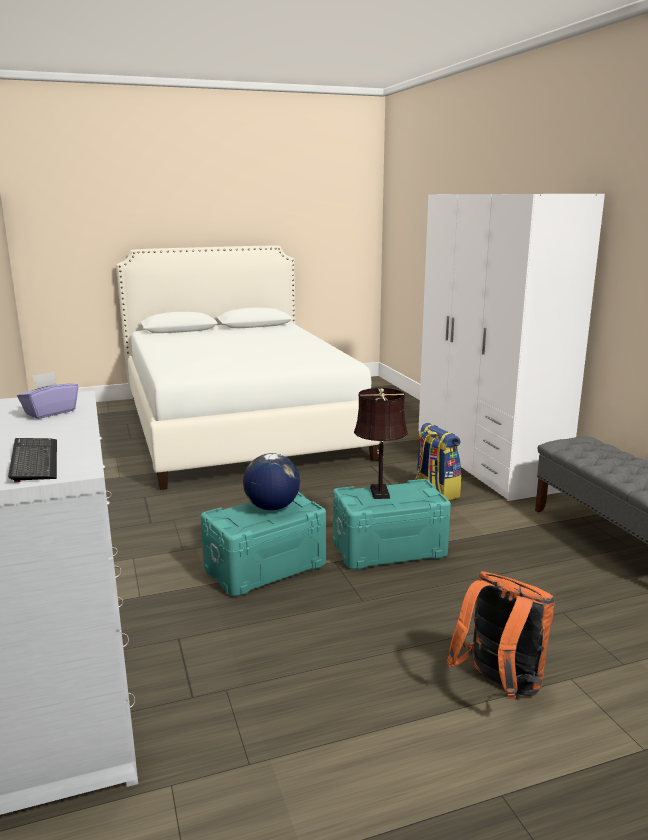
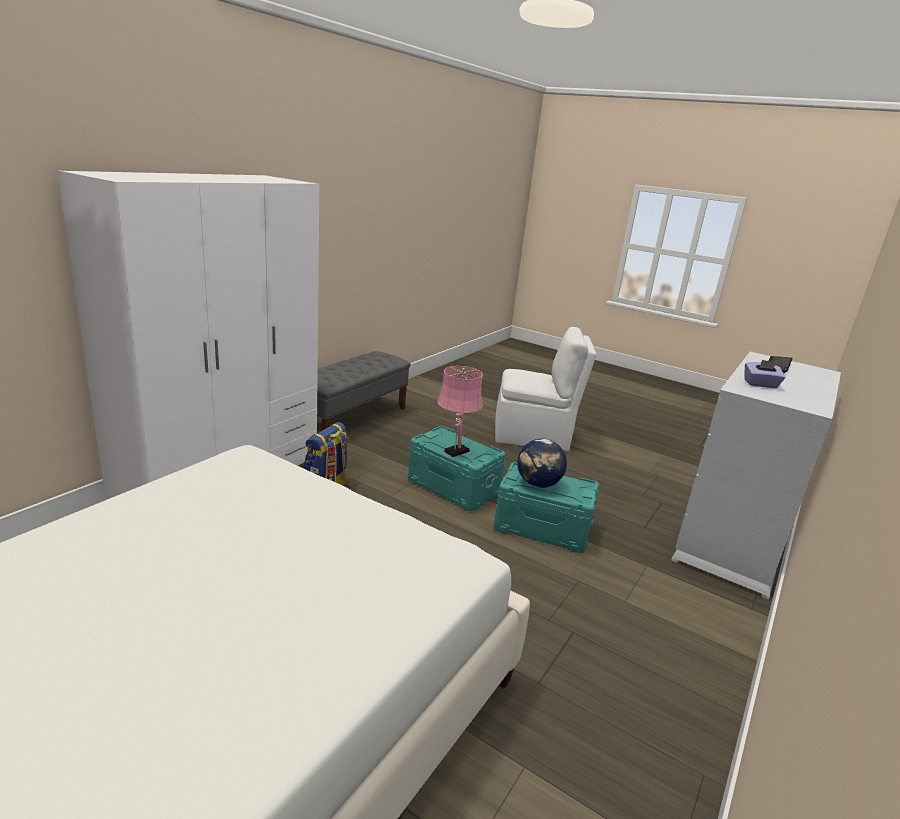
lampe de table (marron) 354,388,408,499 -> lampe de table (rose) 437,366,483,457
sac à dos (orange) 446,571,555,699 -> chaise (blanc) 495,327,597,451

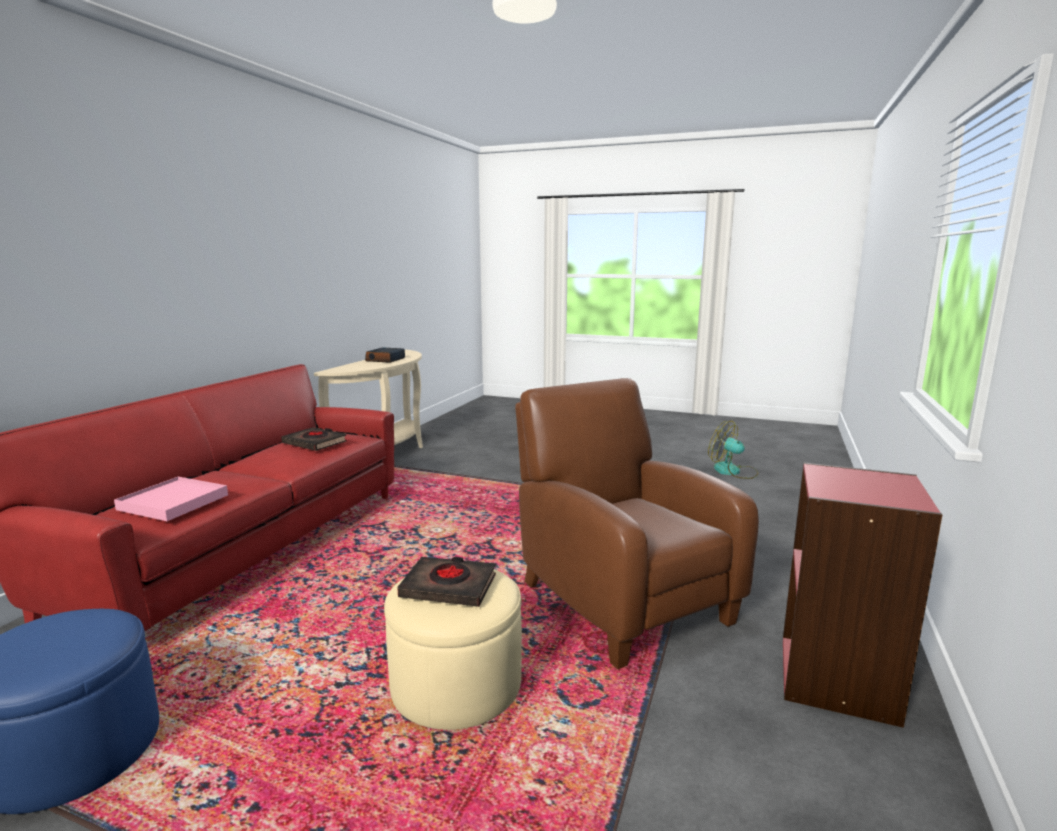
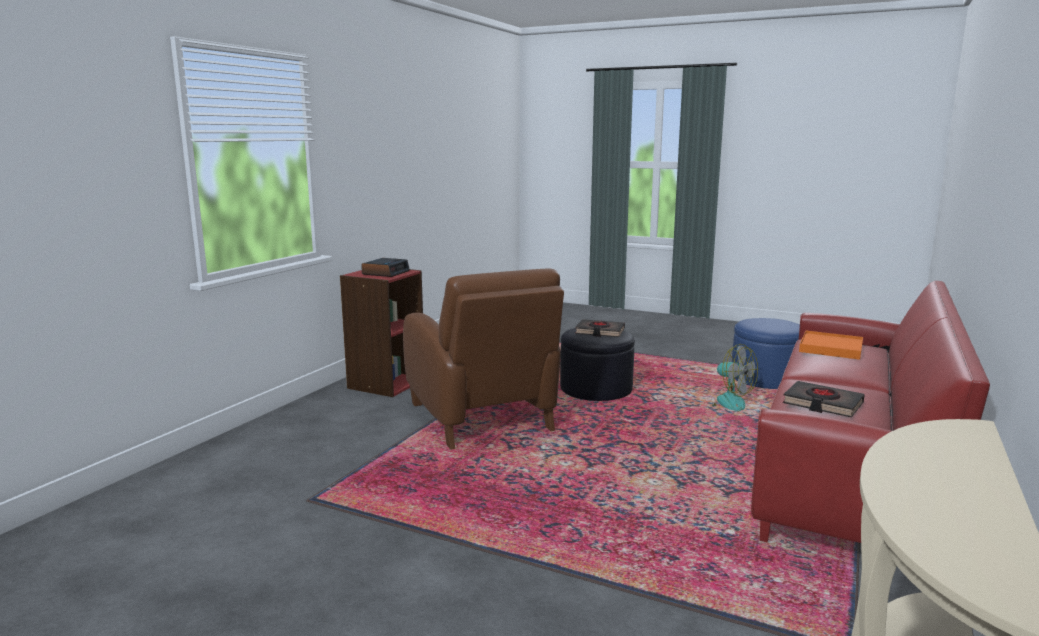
réveil 365,347,405,363 -> réveil 361,258,410,277, relocated
pouf (beige) 384,569,522,730 -> pouf (noir) 560,328,635,401
ventilateur 708,421,758,479 -> ventilateur 699,344,758,411, relocated
plateau (rose) 114,477,228,521 -> plateau (orange) 799,331,863,360

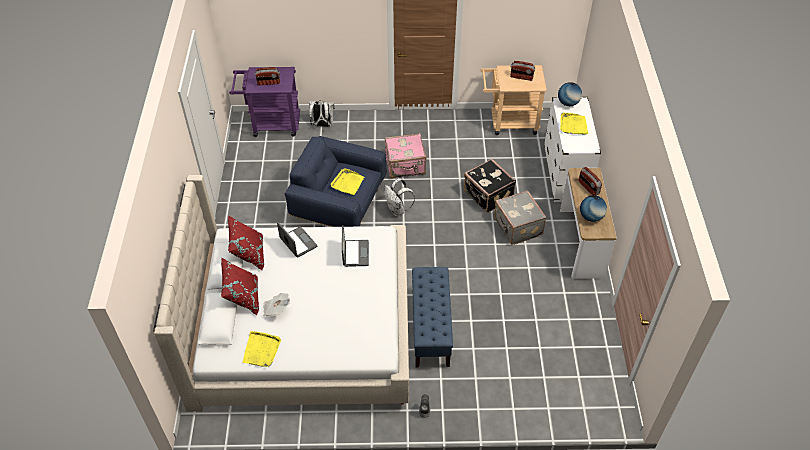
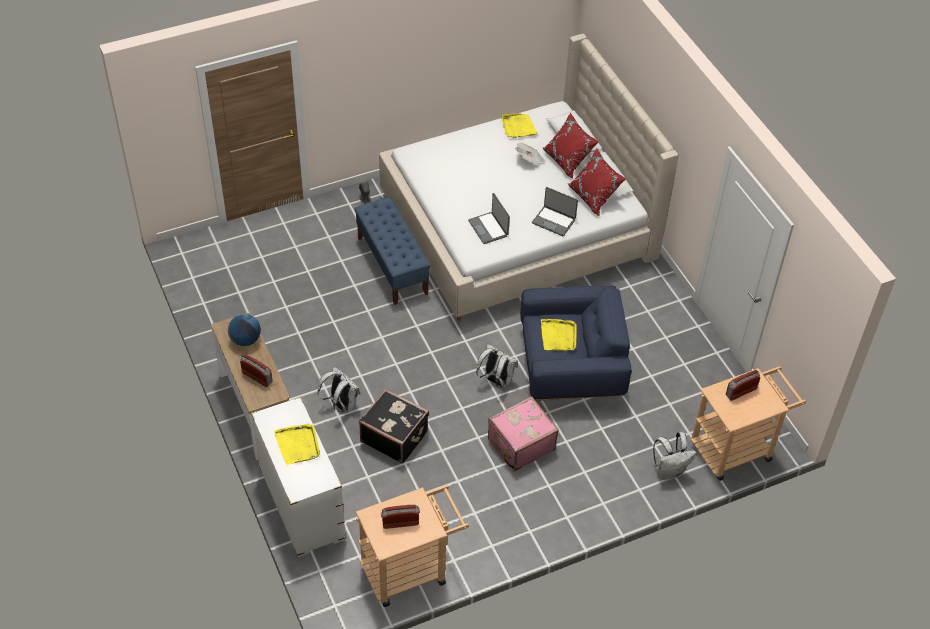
valise (gris) 494,190,546,245 -> sac à dos (blanc) 318,367,360,413
chariot (violet) 229,67,300,137 -> chariot (beige) 691,366,806,481
globe 558,82,582,106 -> none

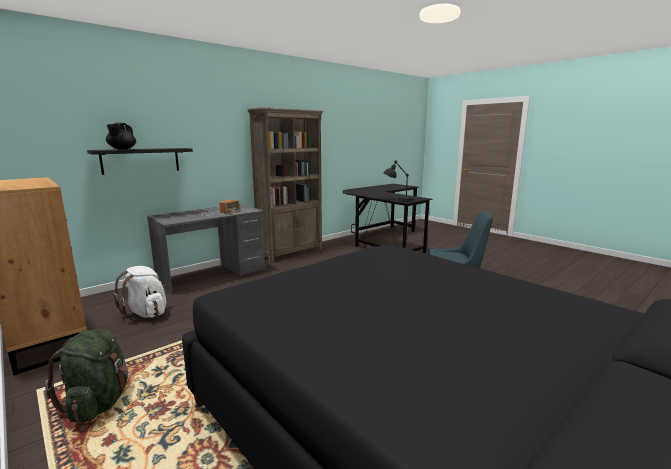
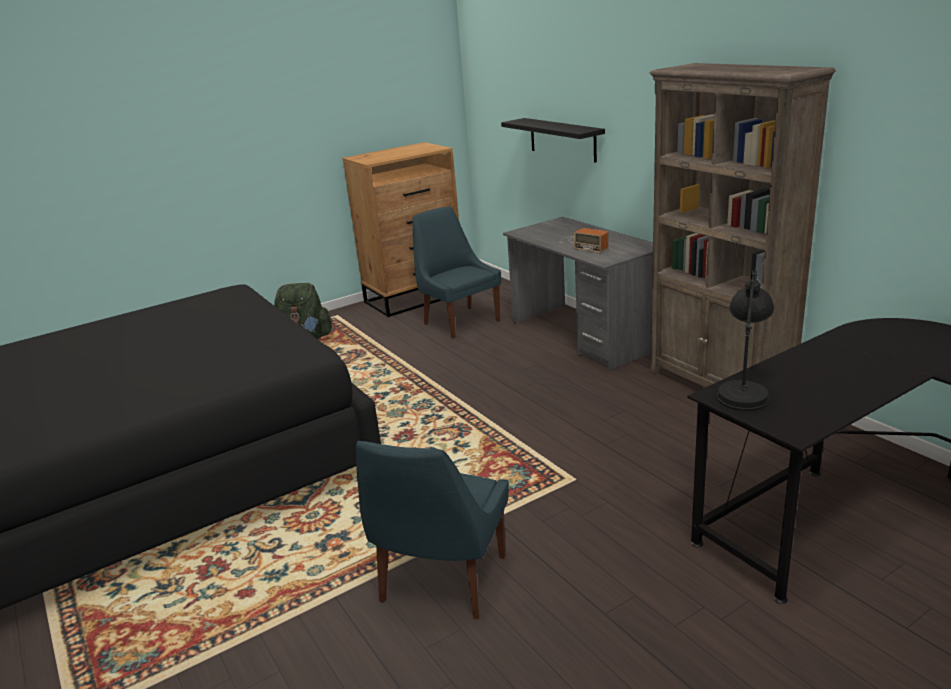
sac à dos (blanc) 114,266,166,321 -> chaise (bleu) 412,206,501,339
théière (noir) 106,123,136,149 -> none

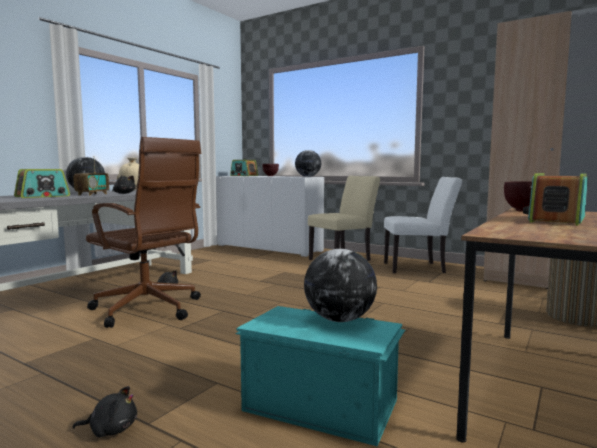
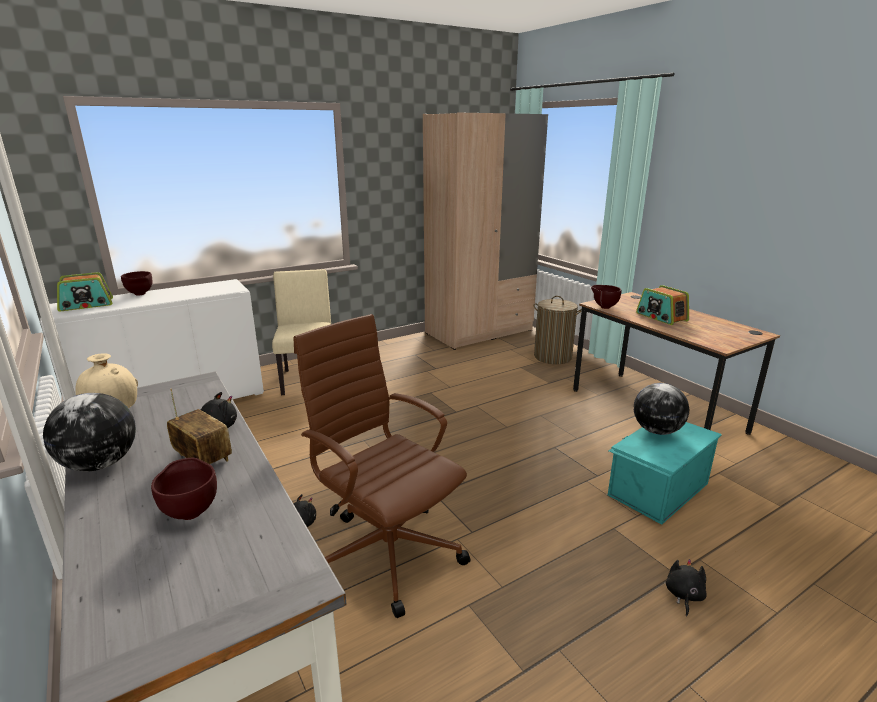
radio 14,169,70,198 -> bol (marron) 151,458,217,520
chaise de bureau (marron) 86,137,201,328 -> chaise de bureau (marron) 293,314,470,618, 105 degrees counterclockwise
globe 295,150,321,177 -> none
chaise (blanc) 384,177,462,273 -> none

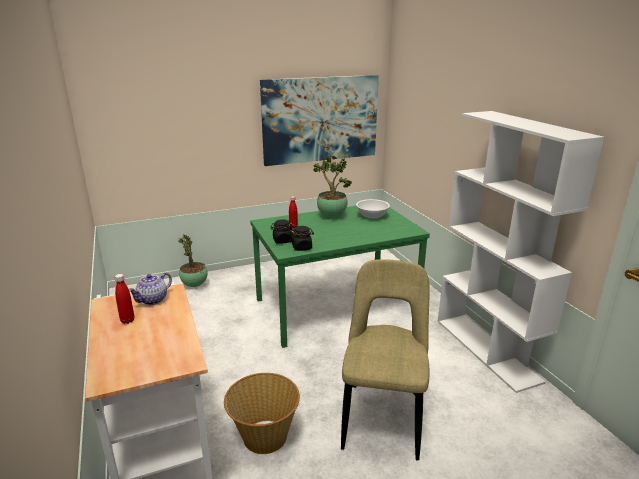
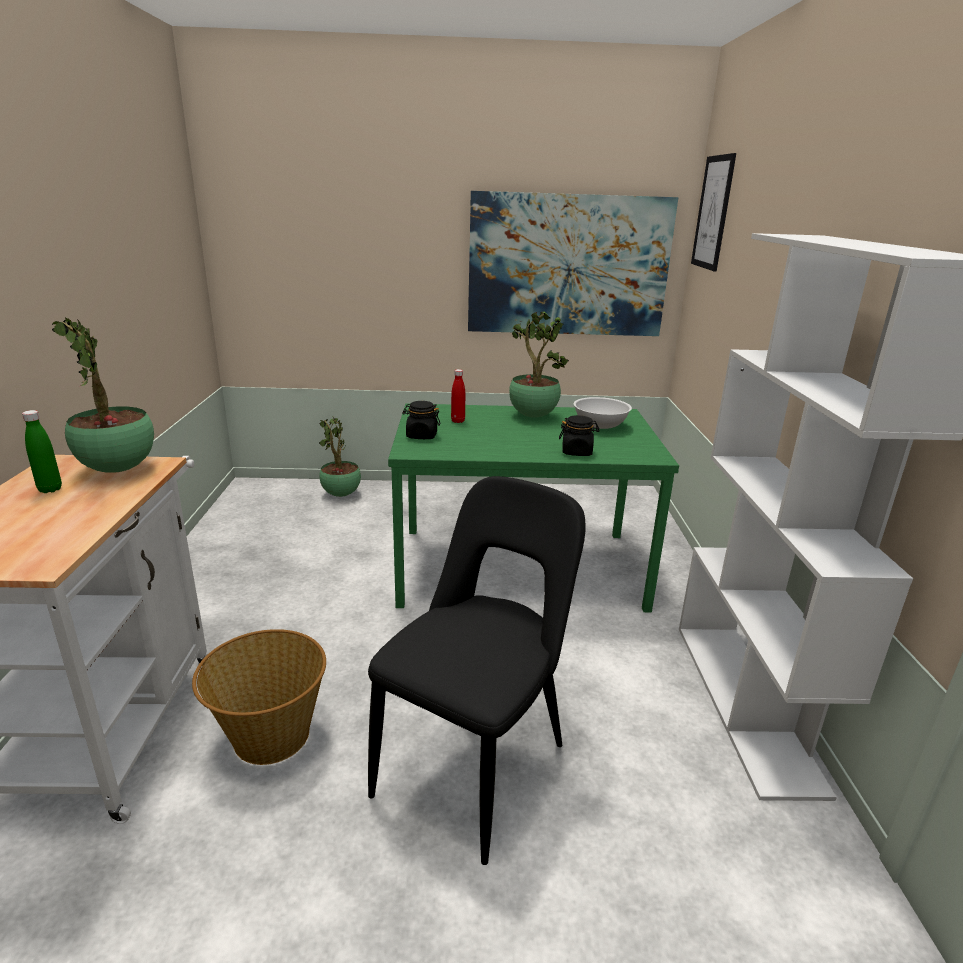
bouteille (rouge) 115,274,134,324 -> bouteille (vert) 22,410,62,493
théière 129,272,172,305 -> plante en pot 52,318,154,473
chaise (beige) 341,259,430,461 -> chaise (noir) 368,476,586,865
bocal (noir) 290,226,314,251 -> bocal (noir) 559,415,600,456, relocated
none -> tableau 691,153,736,272

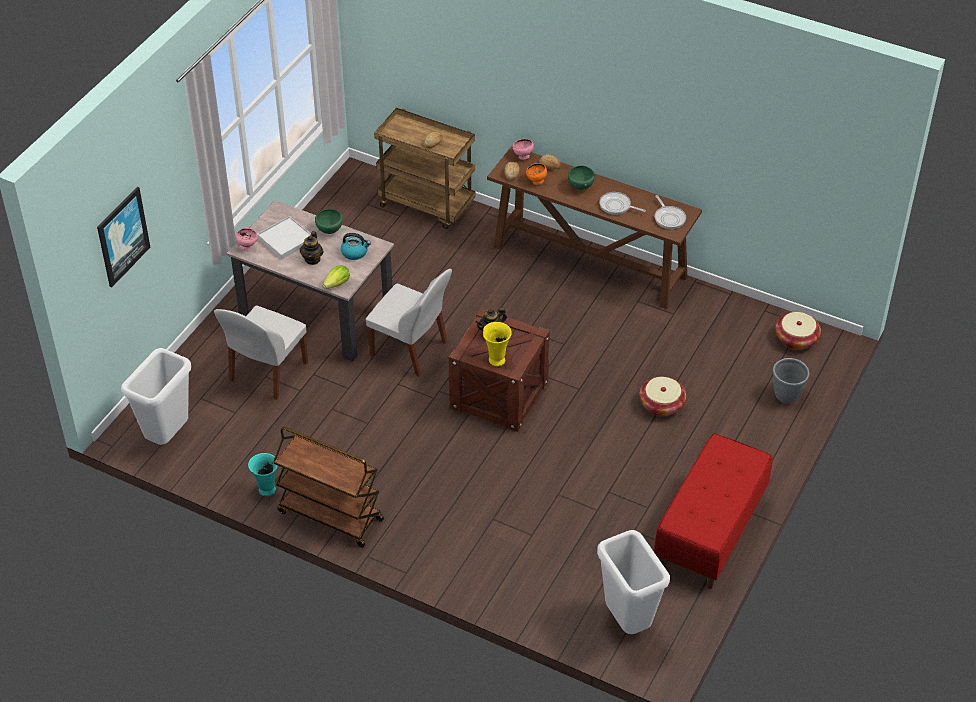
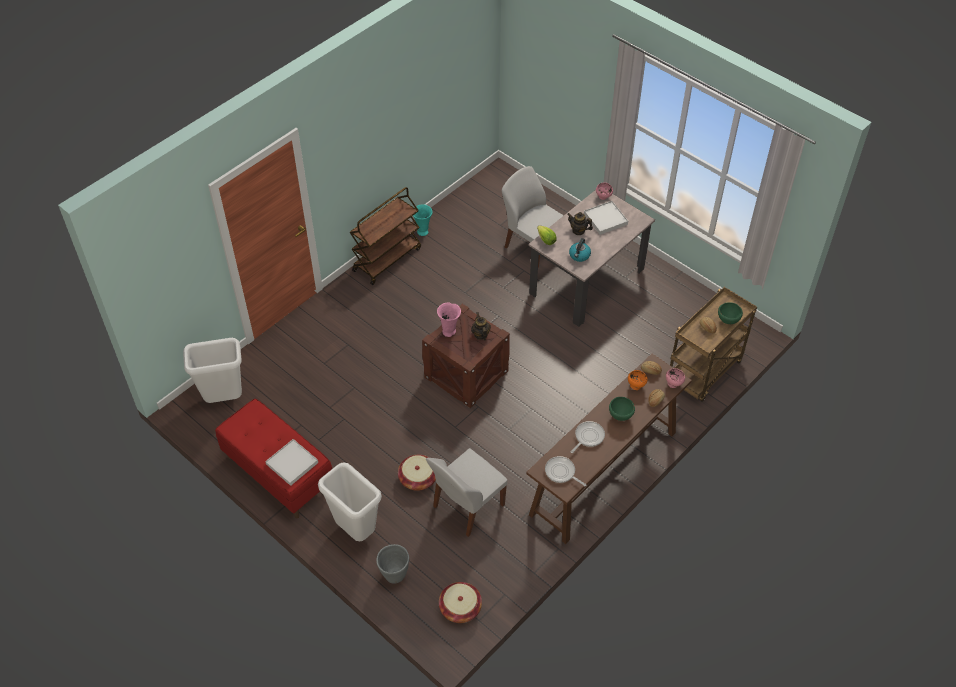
none -> plateau (blanc) 265,439,318,486
poubelle (blanc) 121,348,191,445 -> poubelle (blanc) 318,462,382,541, relocated
chaise (blanc) 366,269,452,377 -> chaise (blanc) 426,448,507,537, relocated
vase (jaune) 483,322,512,366 -> vase (rose) 437,302,461,337
poêle 655,195,686,229 -> poêle 545,456,586,486, 45 degrees clockwise
bol (vert) 315,209,343,234 -> bol (vert) 718,302,743,324, relocated
tableau 97,187,150,288 -> none

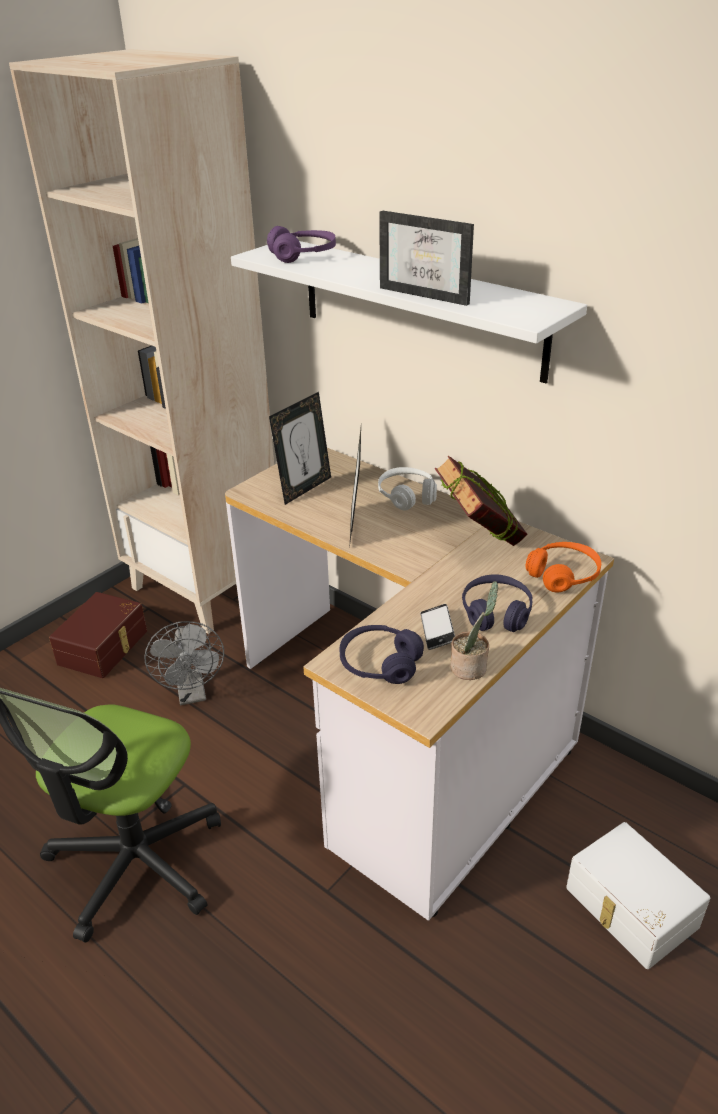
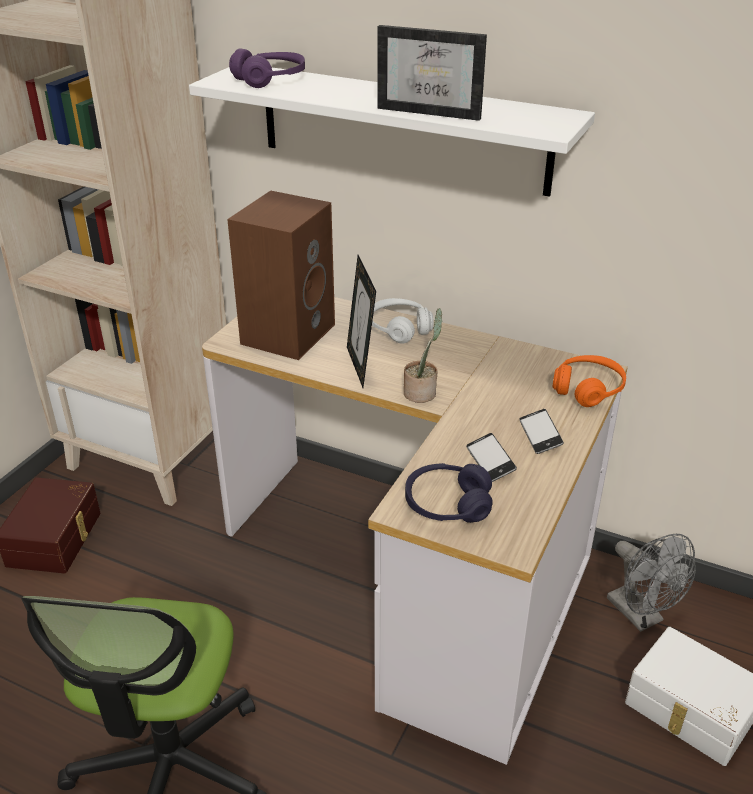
cadre photo 269,392,331,505 -> enceinte (marron) 227,191,335,360
plante en pot 450,581,498,680 -> plante en pot 404,308,442,403, relocated
casque audio (violet) 462,574,532,632 -> téléphone 519,409,564,454
ventilateur (gris) 144,621,224,705 -> ventilateur (gris) 607,534,696,632, relocated
livre 435,456,527,546 -> none

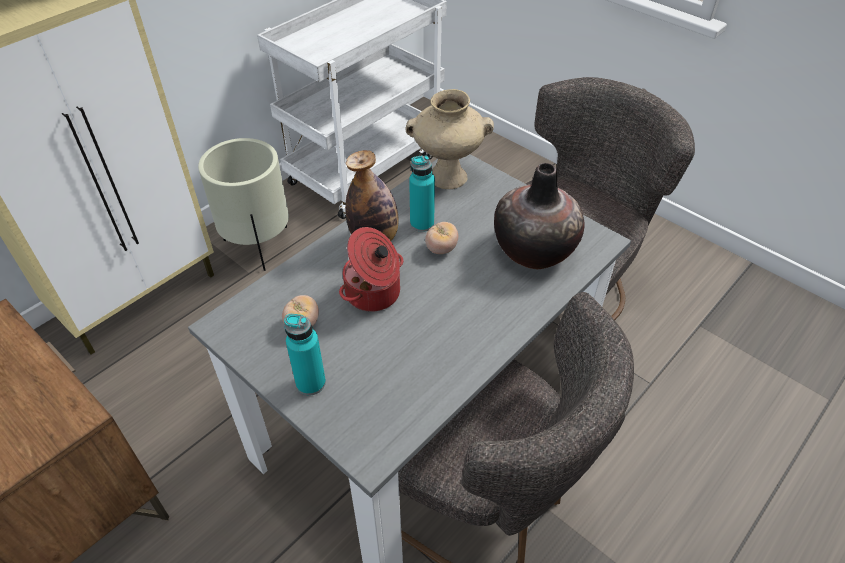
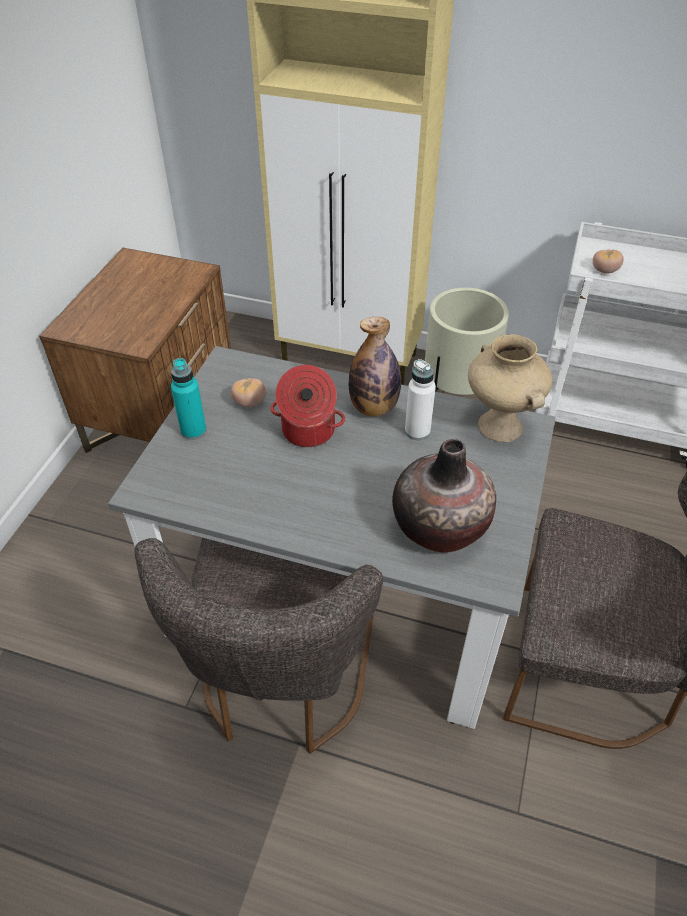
bouteille (turquoise) 409,155,435,232 -> bouteille (blanc) 405,359,436,440
tomate 425,222,458,254 -> tomate 593,249,624,273, relocated

